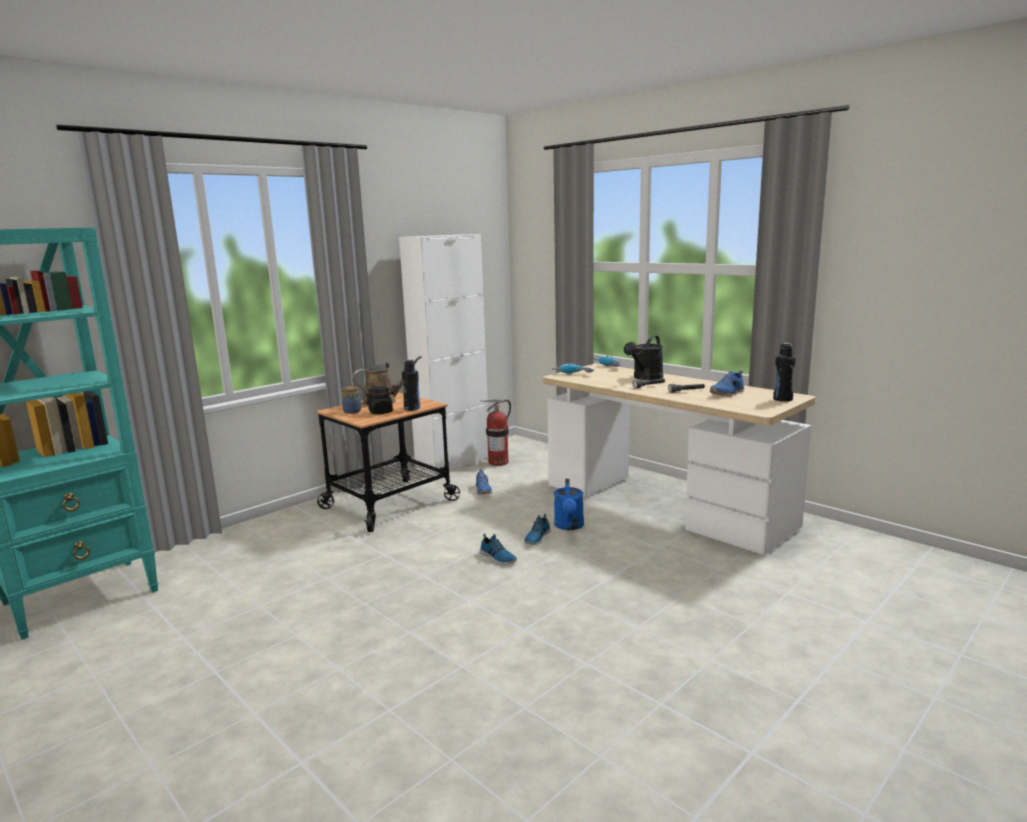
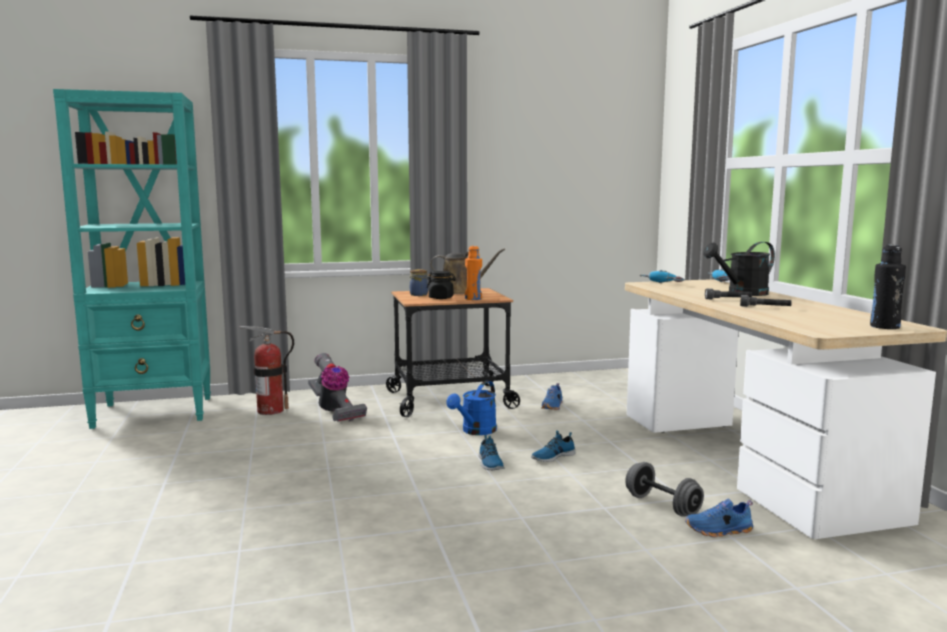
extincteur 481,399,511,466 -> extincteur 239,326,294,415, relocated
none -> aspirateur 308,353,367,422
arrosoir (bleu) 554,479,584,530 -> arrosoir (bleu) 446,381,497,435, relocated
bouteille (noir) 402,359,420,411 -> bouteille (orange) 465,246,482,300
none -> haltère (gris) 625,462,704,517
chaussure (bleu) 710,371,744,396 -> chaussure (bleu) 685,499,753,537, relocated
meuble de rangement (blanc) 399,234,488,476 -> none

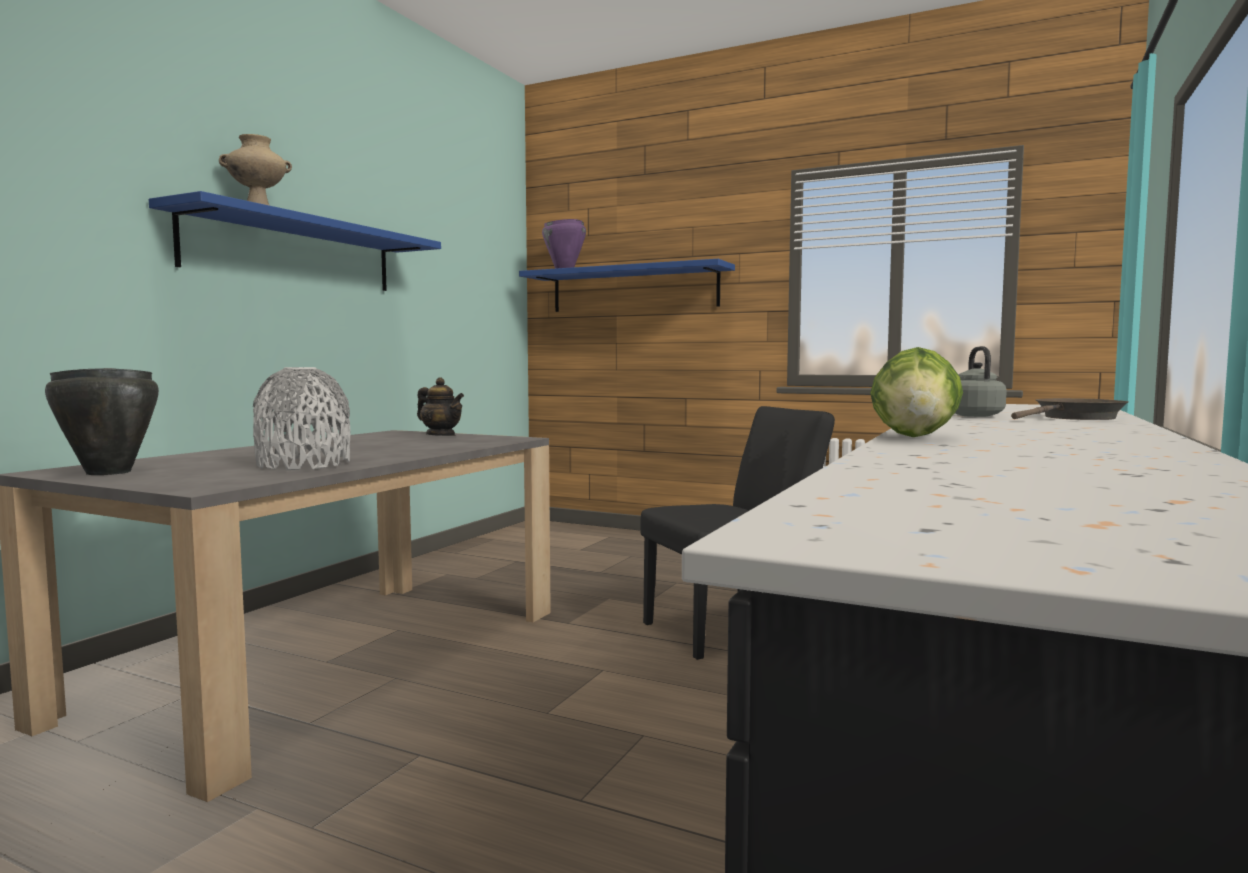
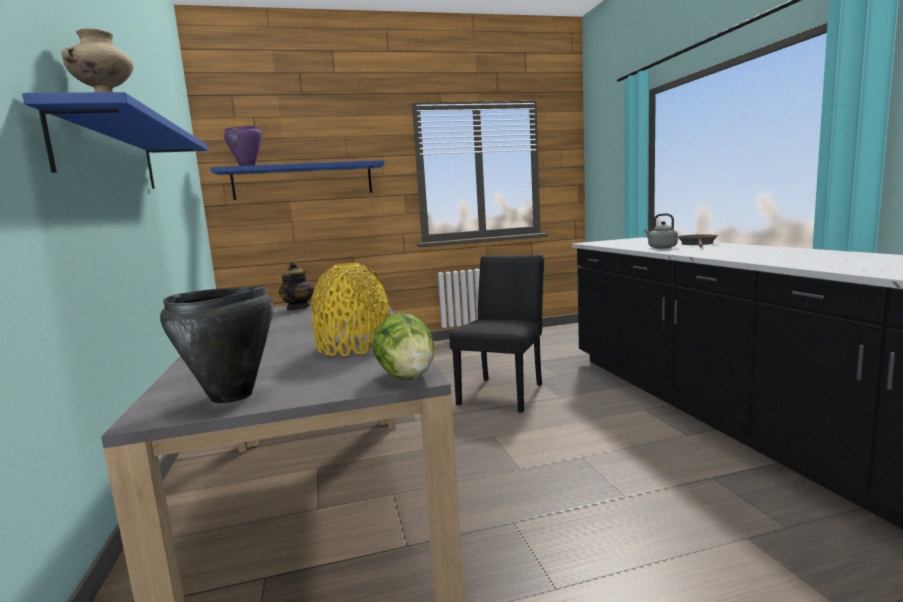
théière 417,378,464,436 -> théière 279,261,314,310, 75 degrees counterclockwise
vase (gris) 253,367,351,470 -> vase (jaune) 312,263,390,357
laitue 870,347,963,437 -> laitue 372,312,435,380, relocated

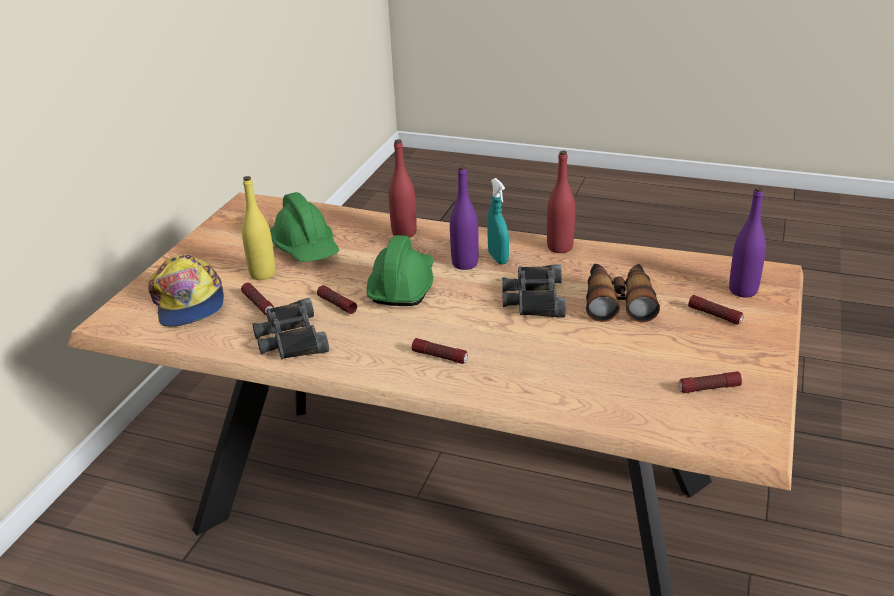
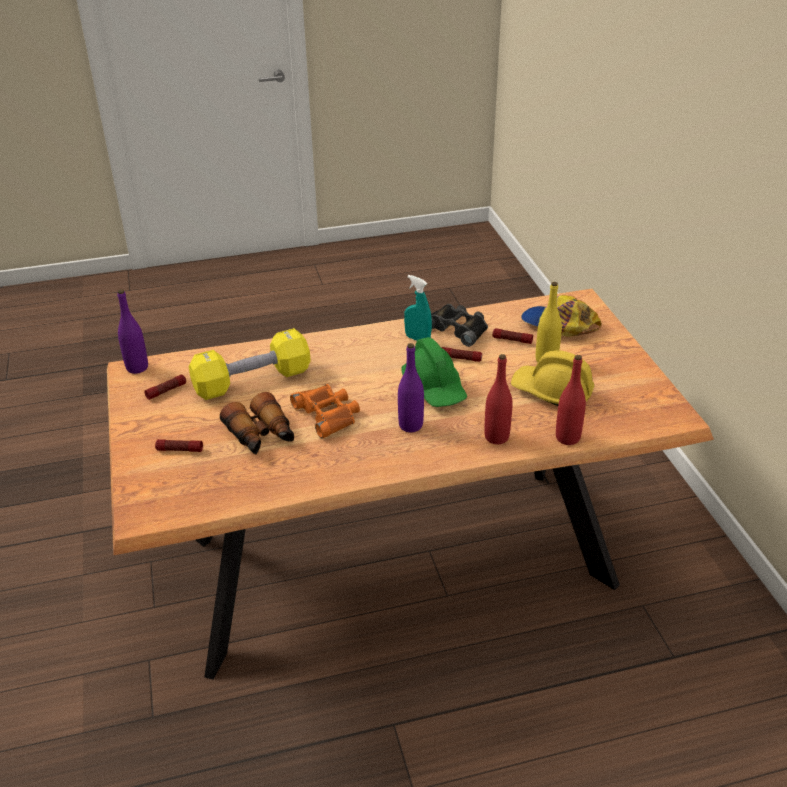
bouteille (violet) 729,187,766,297 -> bouteille (violet) 117,289,148,374, relocated
none -> haltère (jaune) 189,328,311,400
jumelles (noir) 502,264,566,318 -> jumelles (orange) 290,384,360,439
vaporisateur (turquoise) 487,178,509,265 -> vaporisateur (turquoise) 404,275,432,341, relocated
casque de chantier (vert) 270,192,339,262 -> casque de chantier (jaune) 511,350,595,406
bouteille (rouge) 547,151,575,253 -> bouteille (rouge) 556,355,586,445, relocated
lampe de poche 412,338,468,364 -> none

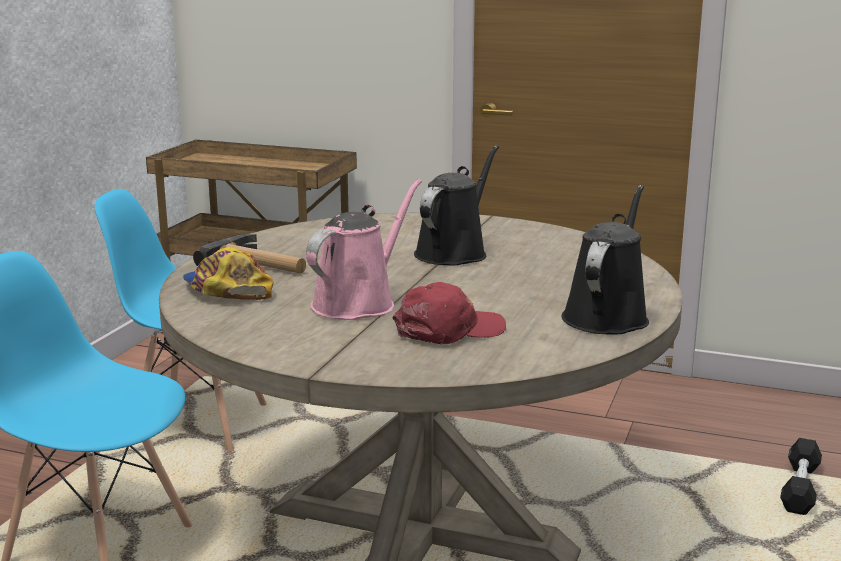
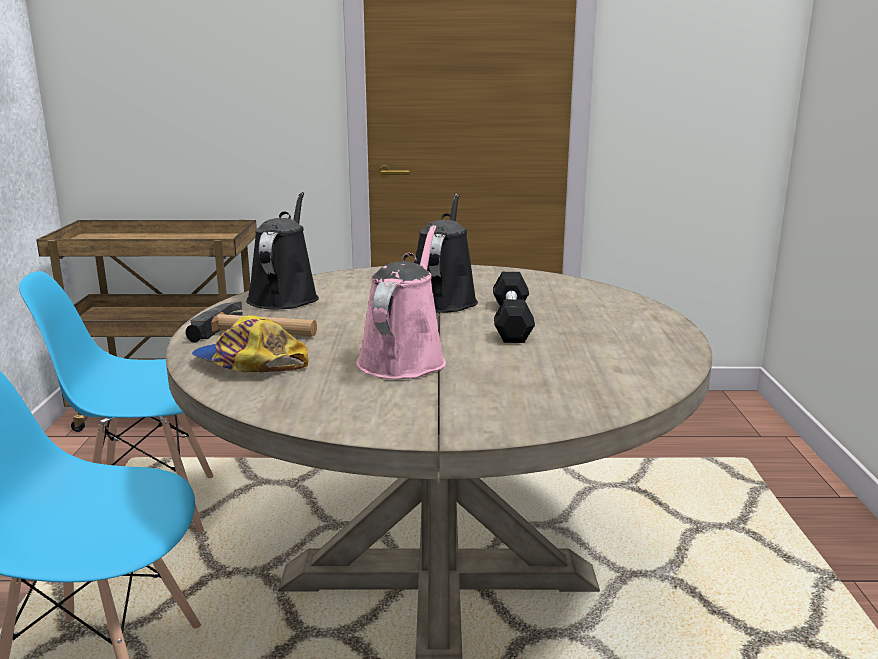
arrosoir (noir) 562,185,649,335 -> arrosoir (noir) 246,192,319,310, relocated
haltère (noir) 780,438,822,515 -> haltère (noir) 493,272,535,343, relocated
casquette (rouge) 392,282,506,344 -> none

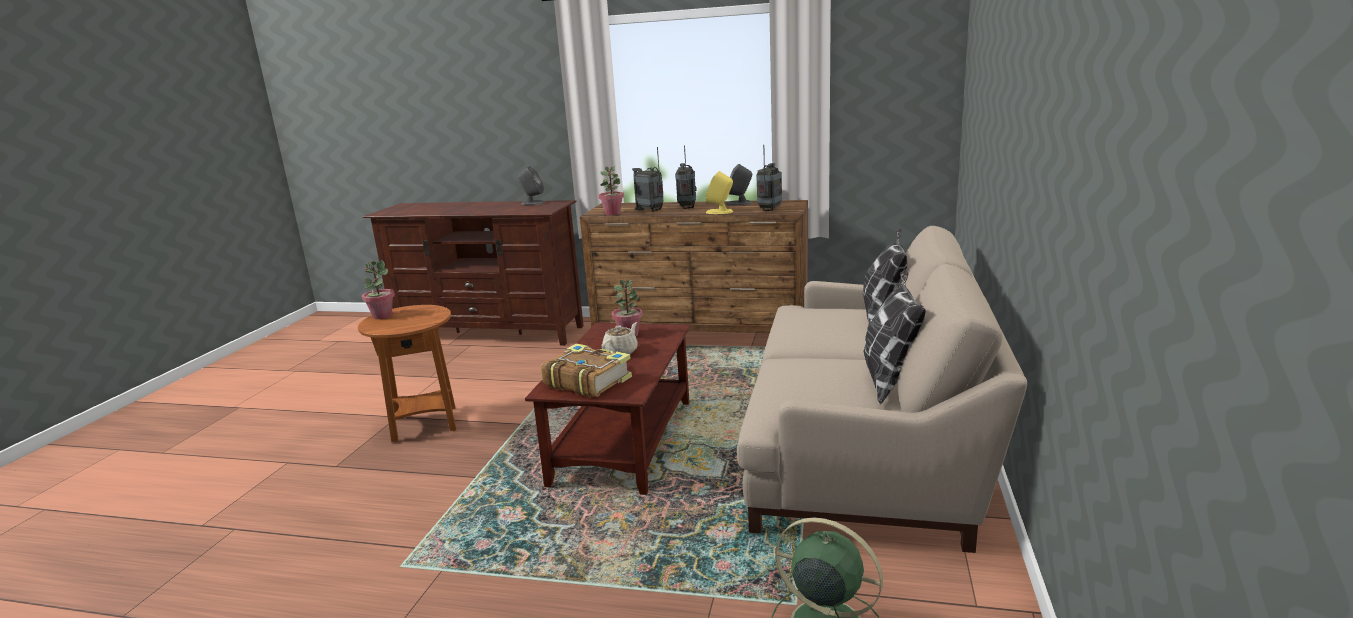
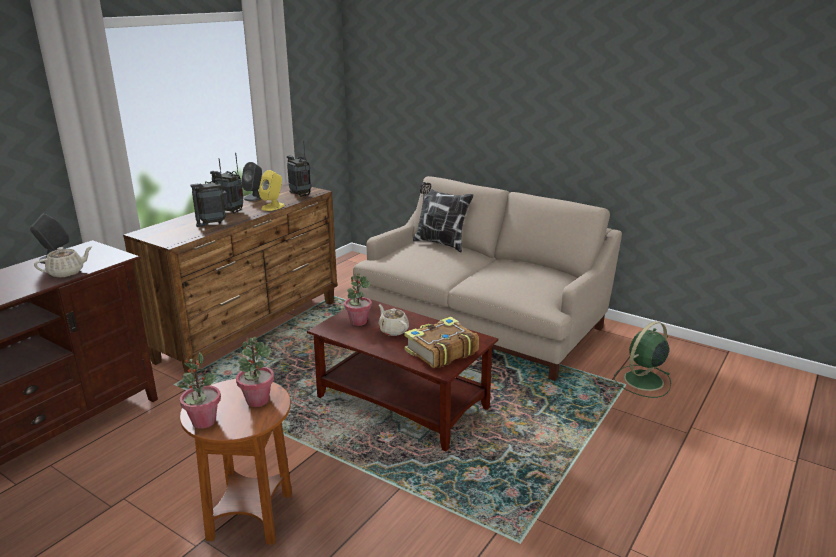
none -> théière (beige) 34,246,93,277
plante en pot 599,166,624,215 -> plante en pot 236,337,274,407, relocated
coussin 863,269,926,404 -> none

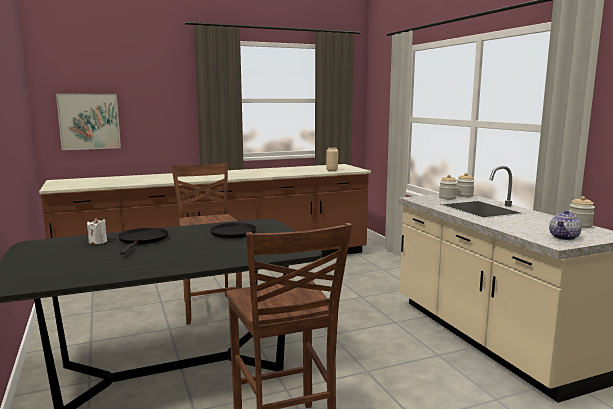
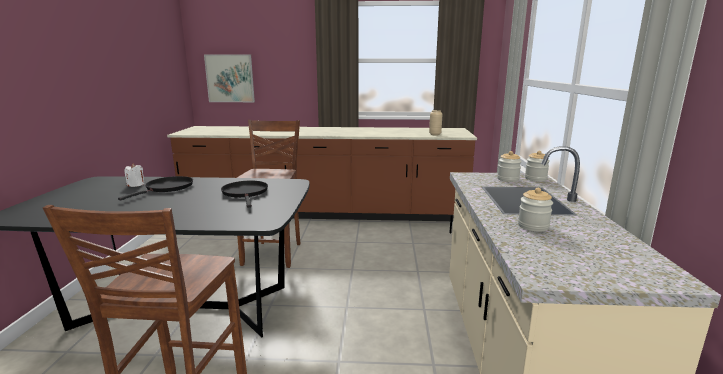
bocal 569,196,595,228 -> bocal 518,188,553,232, relocated
théière 549,210,582,240 -> none

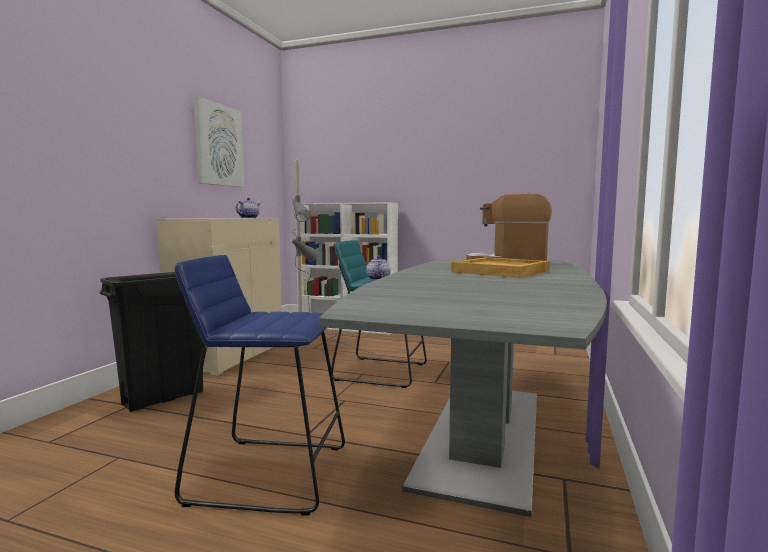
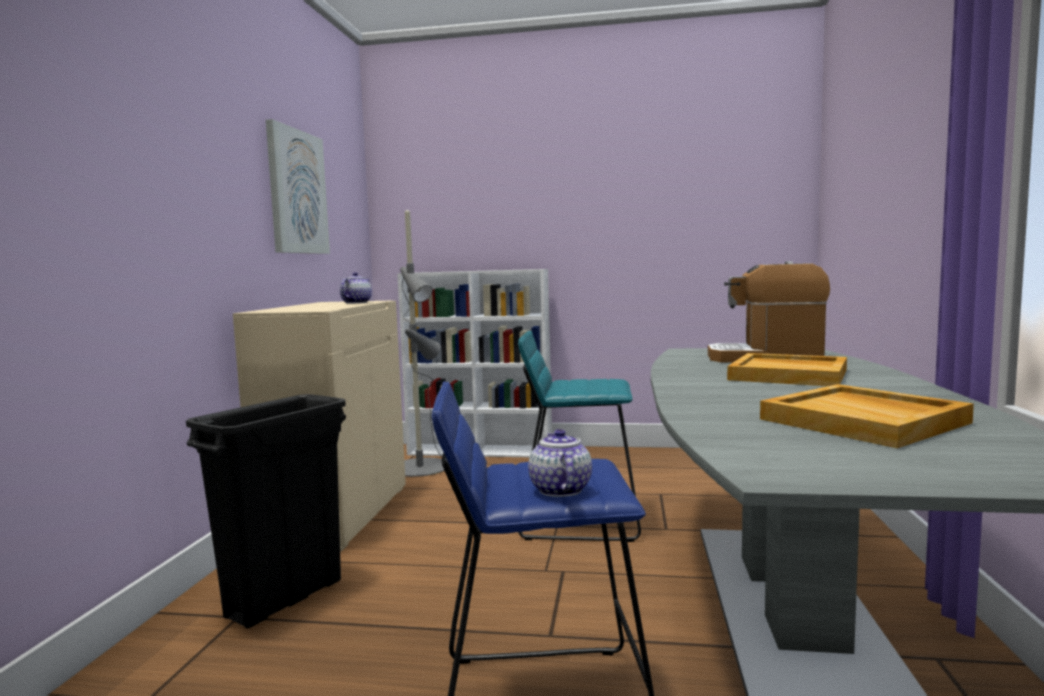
théière 366,256,391,280 -> théière 528,429,592,497, relocated
none -> plateau (beige) 760,384,974,448

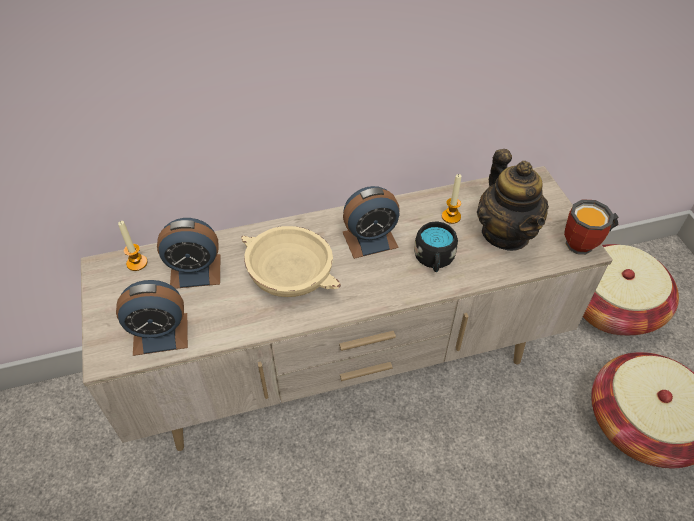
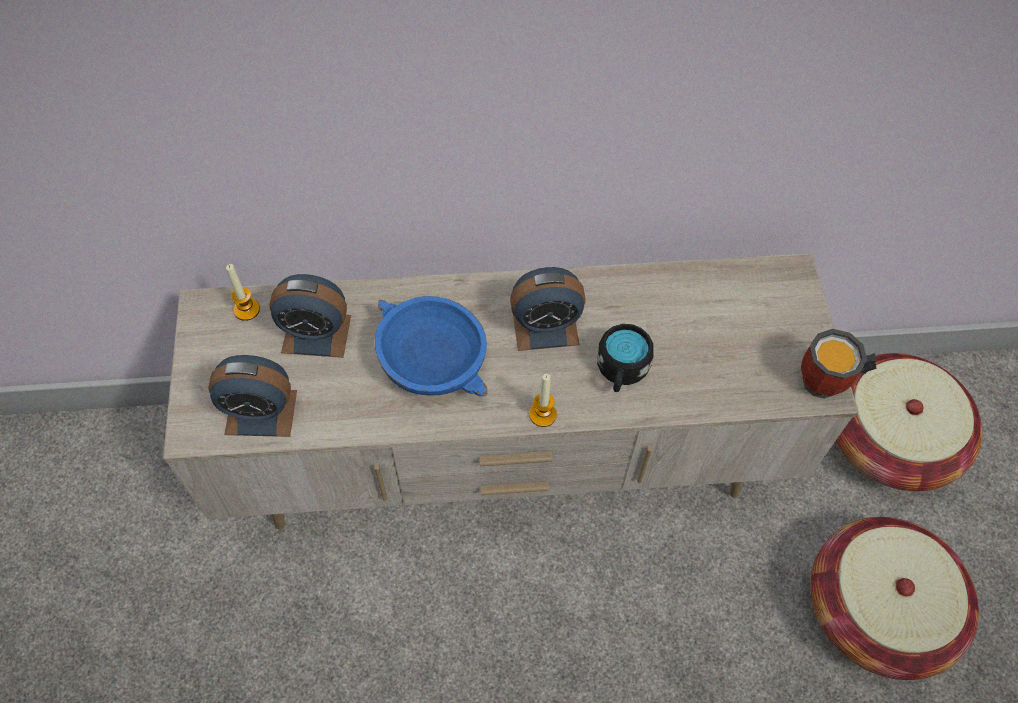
bol (beige) 241,226,341,297 -> bol (bleu) 375,296,488,397
bougie 442,174,462,224 -> bougie 529,374,557,427, relocated
théière 477,149,549,251 -> none

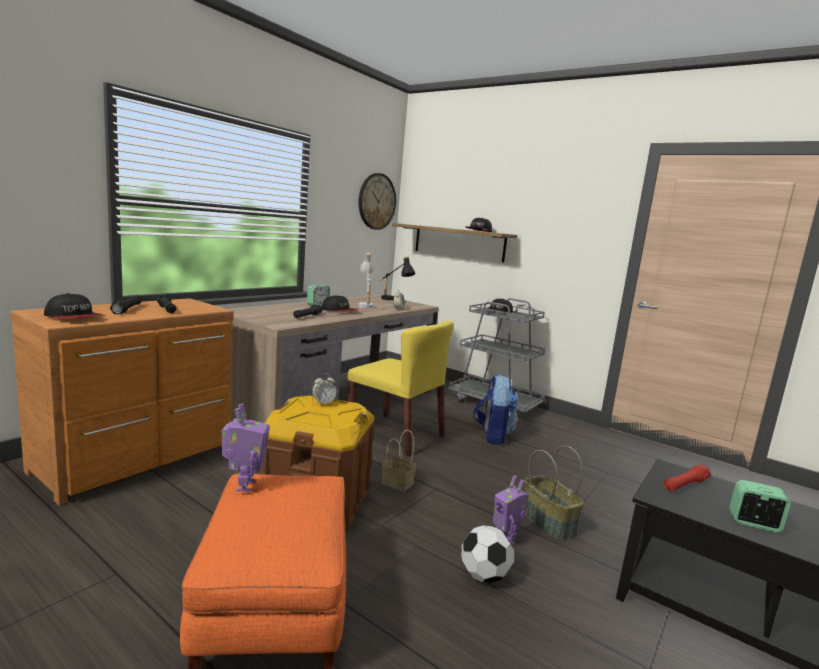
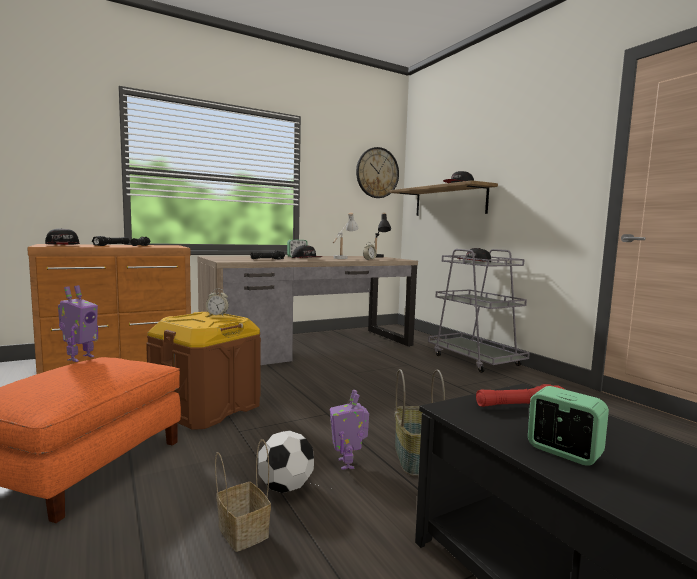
panier 382,430,417,492 -> panier 215,439,271,552, relocated
chaise (jaune) 348,321,454,457 -> none
sac à dos 473,374,518,445 -> none

